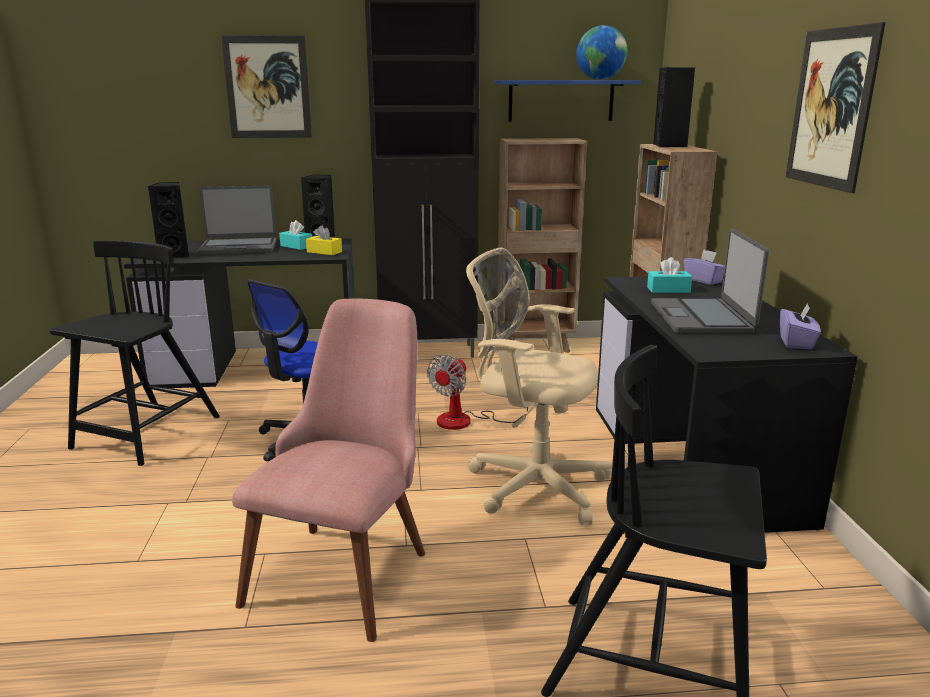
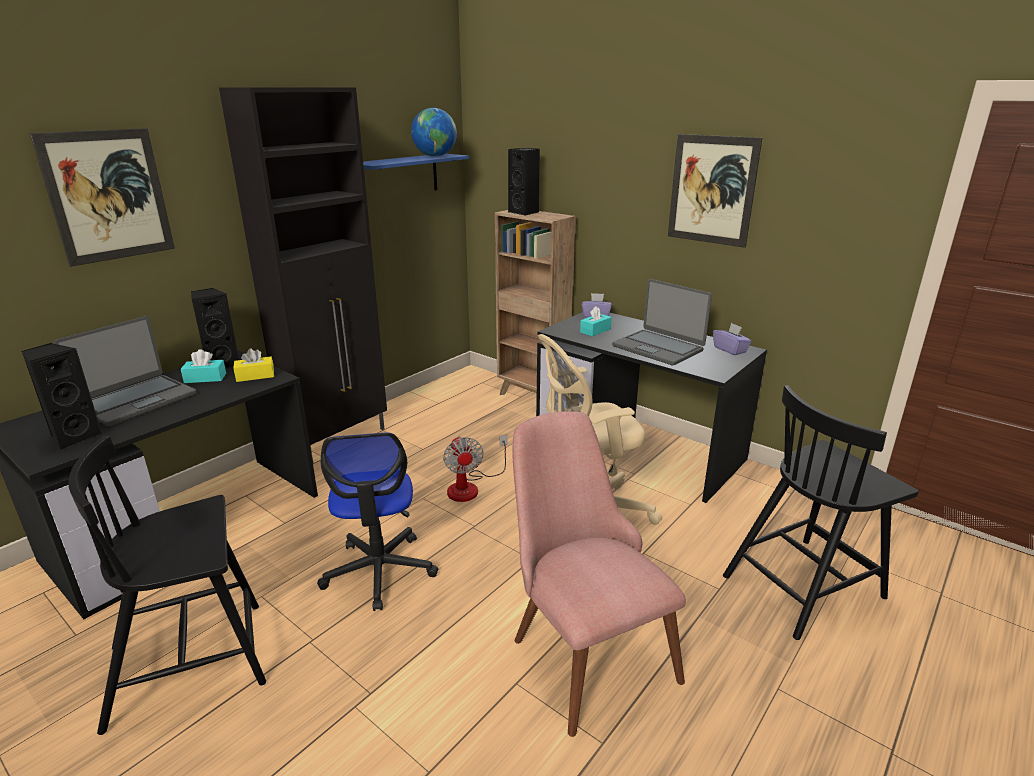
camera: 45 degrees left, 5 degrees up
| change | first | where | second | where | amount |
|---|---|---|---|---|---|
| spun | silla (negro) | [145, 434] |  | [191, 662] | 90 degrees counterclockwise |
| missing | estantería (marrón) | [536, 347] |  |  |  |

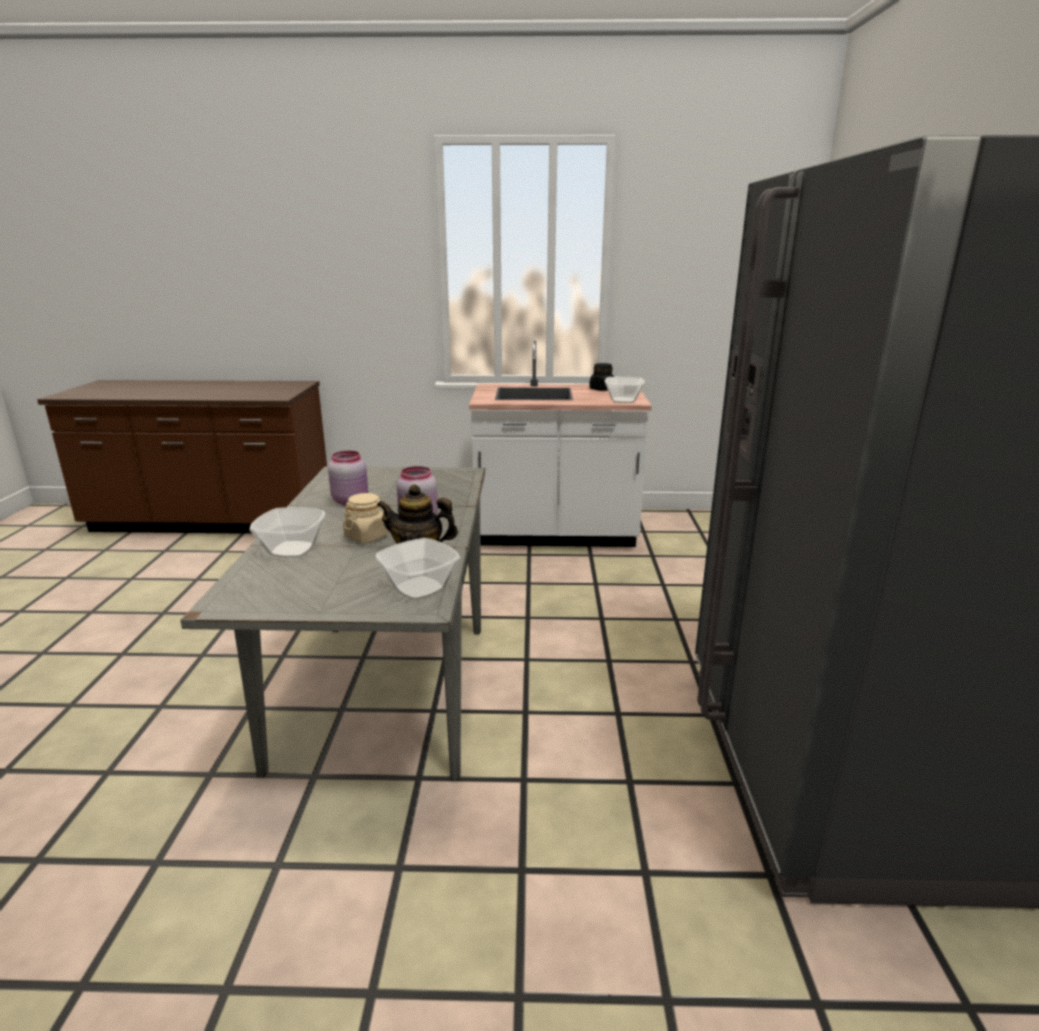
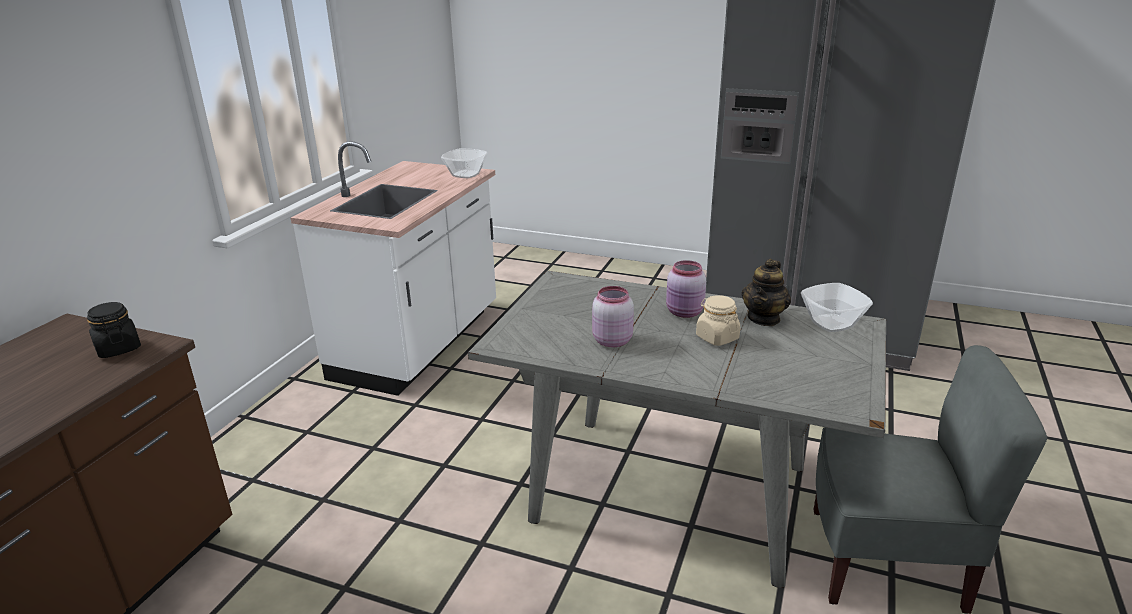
camera: 70 degrees left, 5 degrees up
| change | first | where | second | where | amount |
|---|---|---|---|---|---|
| relocated | tarro (negro) | [602, 389] |  | [118, 348] |  |
| appeared |  |  | silla (gris) | [887, 562] |  |
| missing | cuenco | [292, 550] |  |  |  |

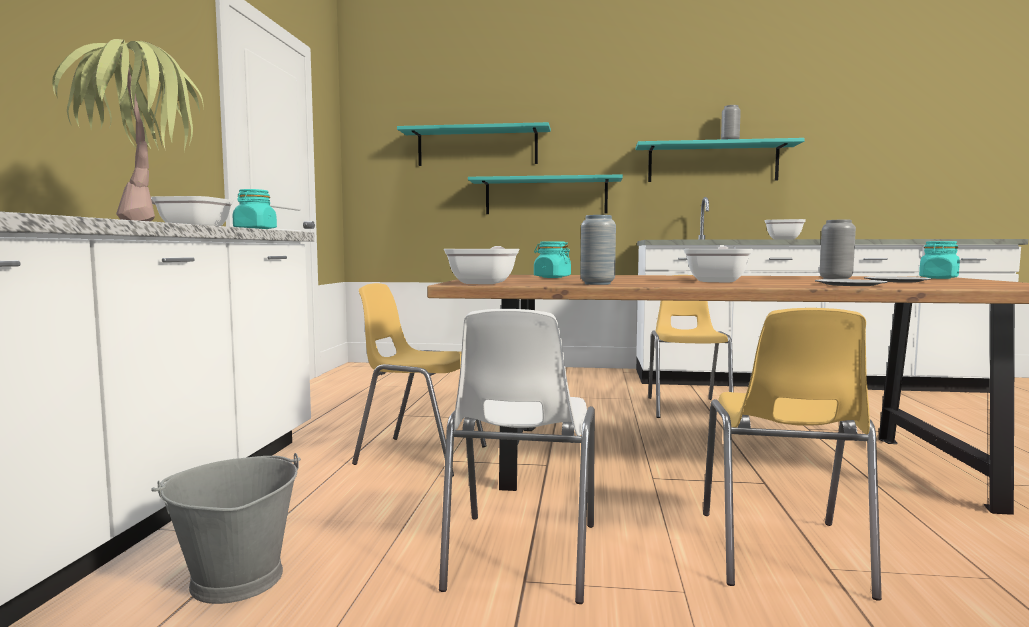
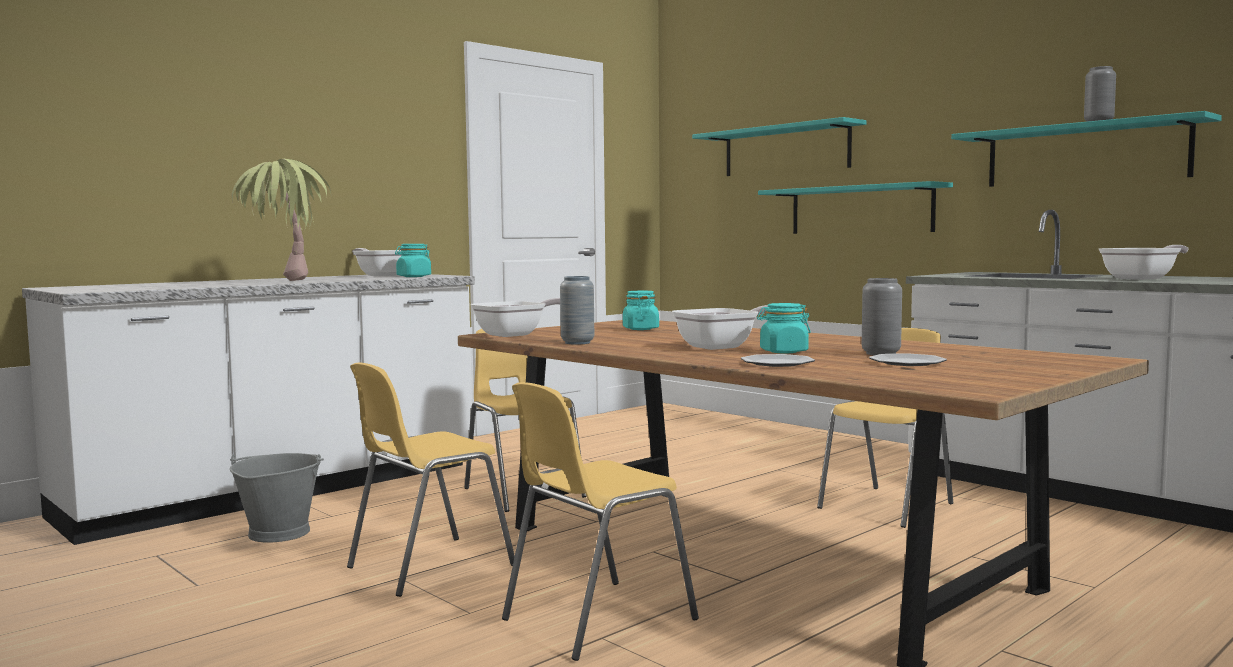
camera: 40 degrees right, 0 degrees up
| change | first | where | second | where | amount |
|---|---|---|---|---|---|
| colour | silla (blanco) | [520, 556] | silla (amarillo) | [428, 566] |  |
| relocated | tarro (turquesa) | [938, 278] |  | [783, 352] |  |

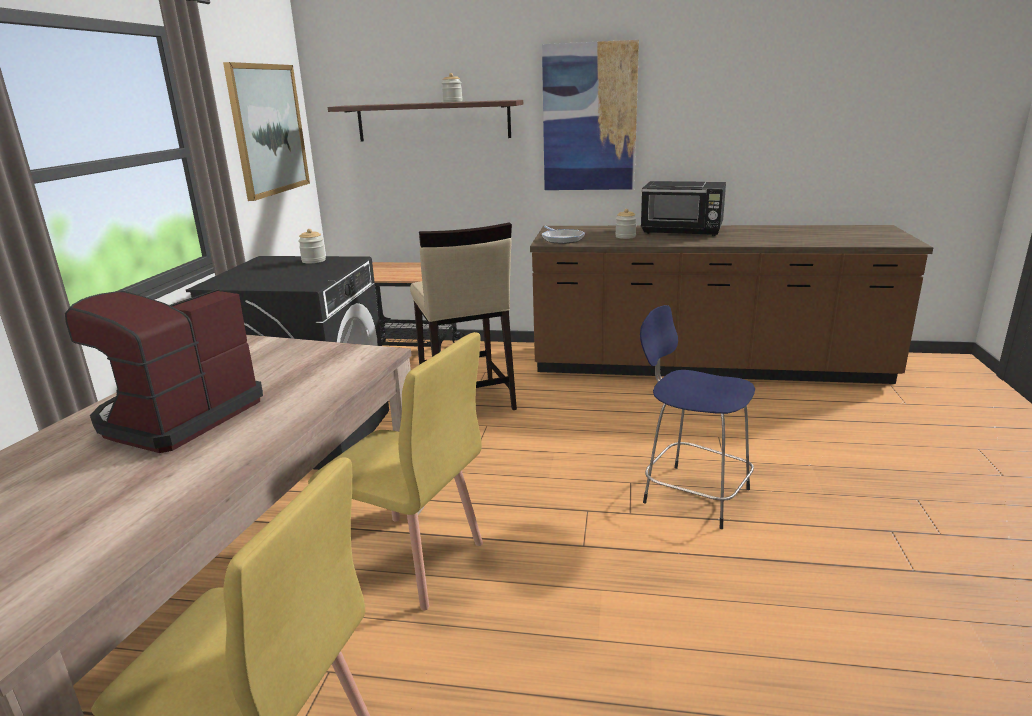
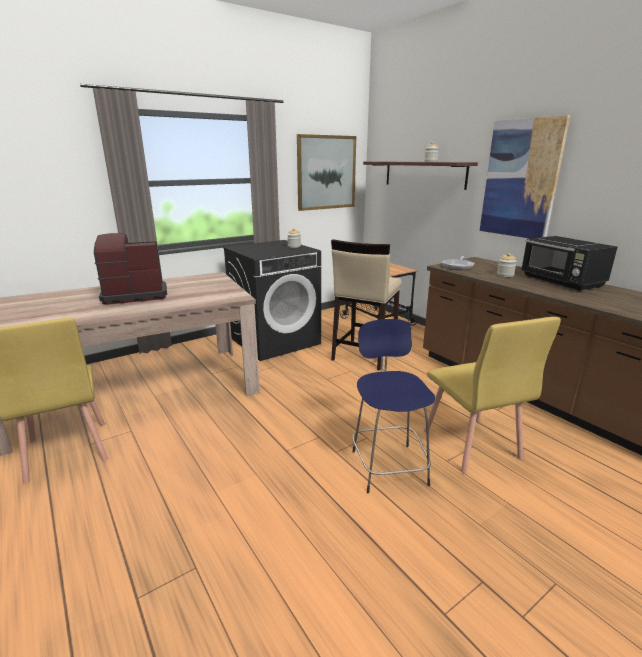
camera: 45 degrees right, 0 degrees up
| change | first | where | second | where | amount |
|---|---|---|---|---|---|
| relocated | silla (amarillo) | [410, 560] |  | [471, 445] |  |

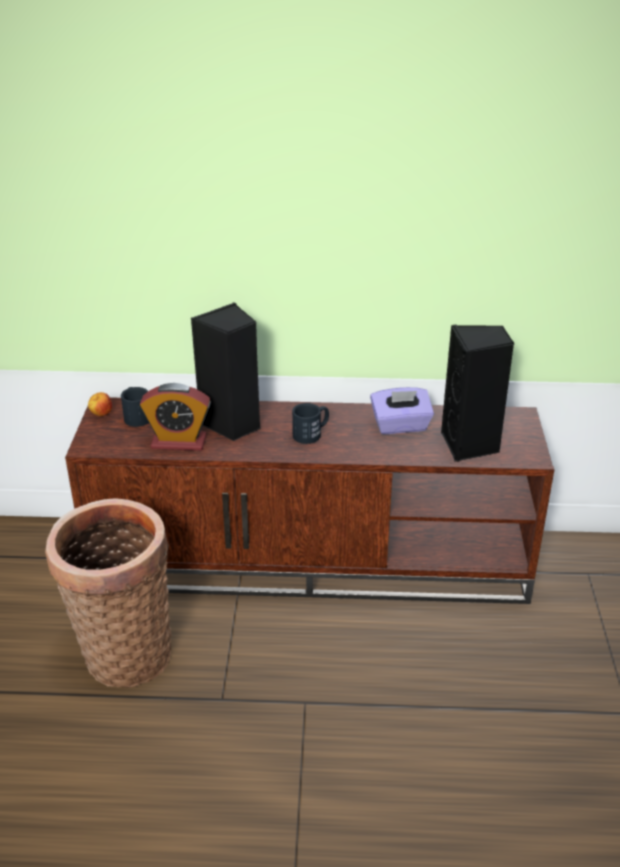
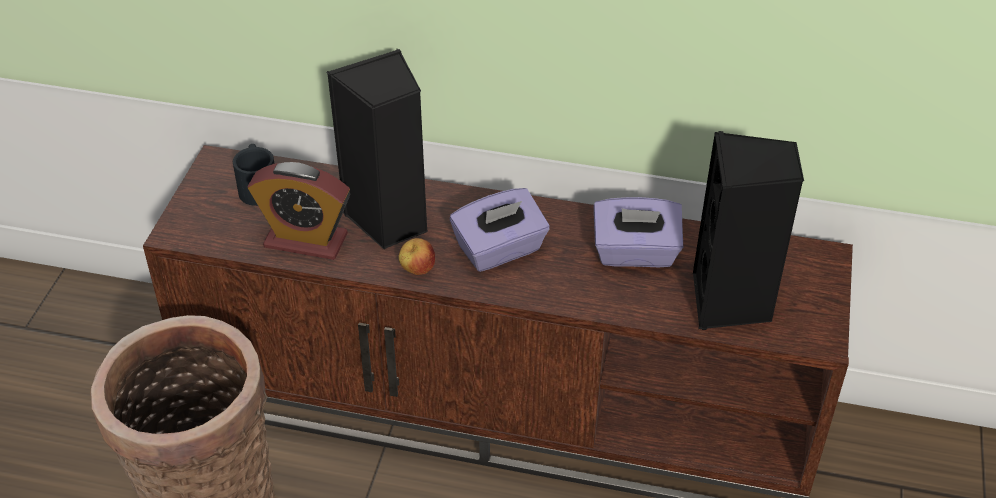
camera: 10 degrees right, 10 degrees up
| change | first | where | second | where | amount |
|---|---|---|---|---|---|
| relocated | manzana | [101, 414] |  | [417, 270] |  |
| exchanged | taza grande (negro) | [311, 433] | caja de pañuelos (morado) | [500, 250] |  |

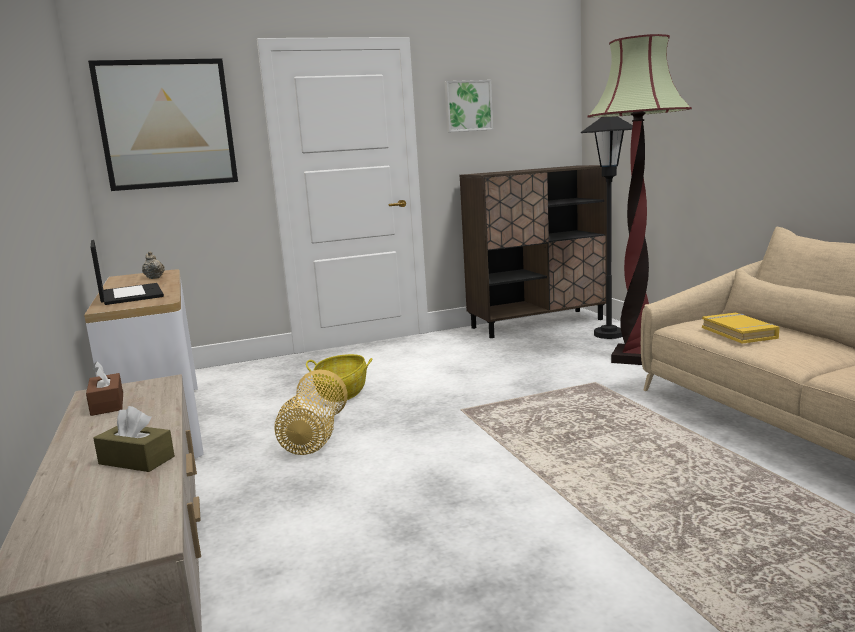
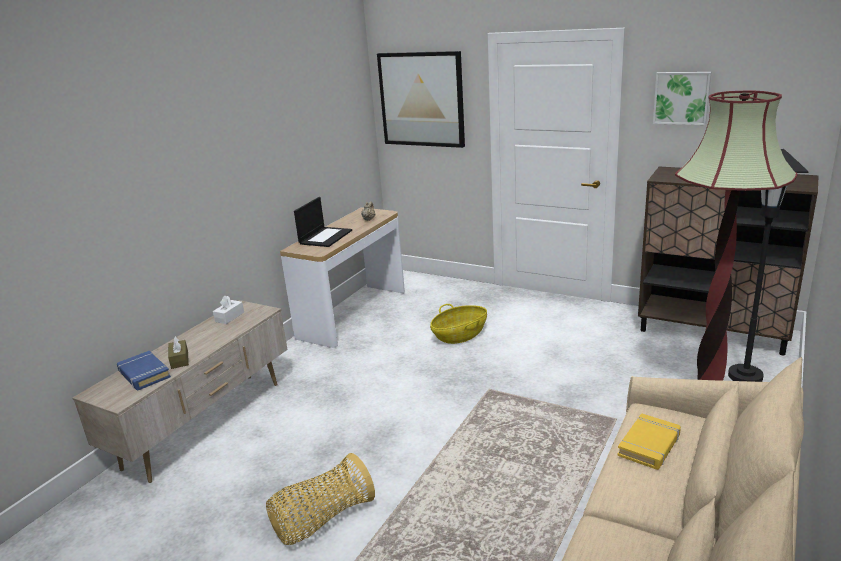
camera: 50 degrees right, 10 degrees up
| change | first | where | second | where | amount |
|---|---|---|---|---|---|
| appeared |  |  | libro (azul) | [144, 374] |  |
| colour | caja de pañuelos (marrón) | [107, 404] | caja de pañuelos (blanco) | [229, 317] |  |
| relocated | cesta | [314, 437] |  | [322, 520] |  |

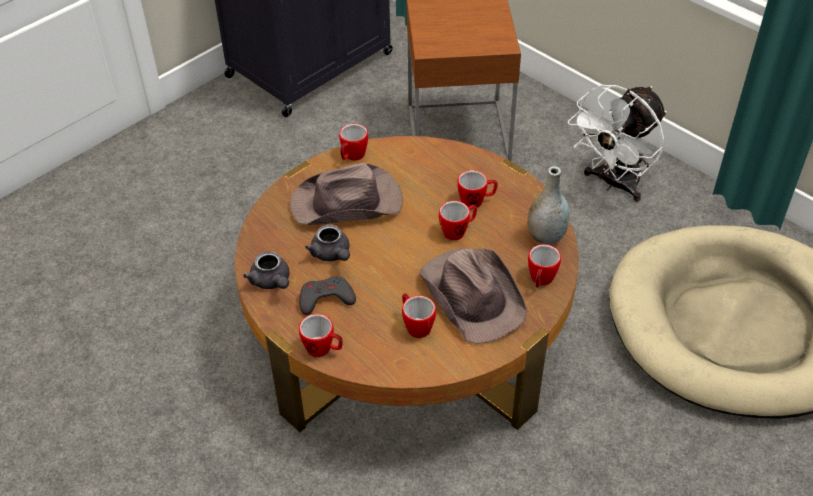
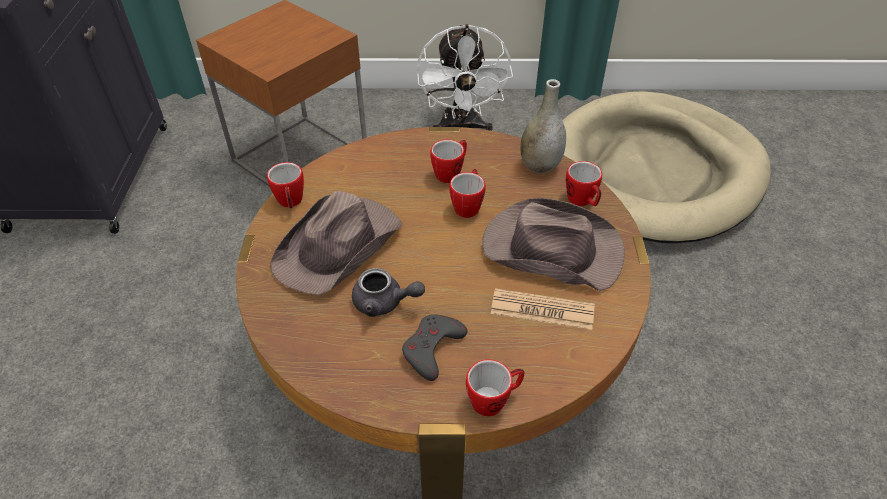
camera: 45 degrees left, 0 degrees up
| change | first | where | second | where | amount |
|---|---|---|---|---|---|
| exchanged | taza grande | [415, 325] | periódico | [542, 310] |  |
| missing | tetera (gris) | [272, 282] |  |  |  |

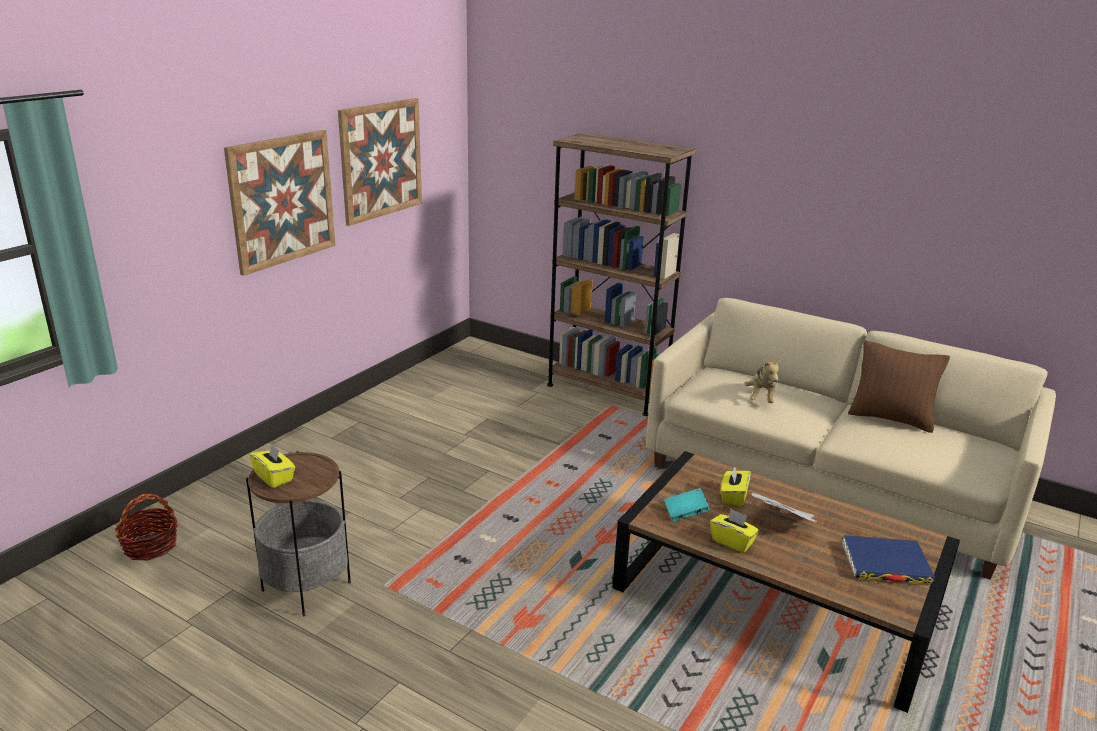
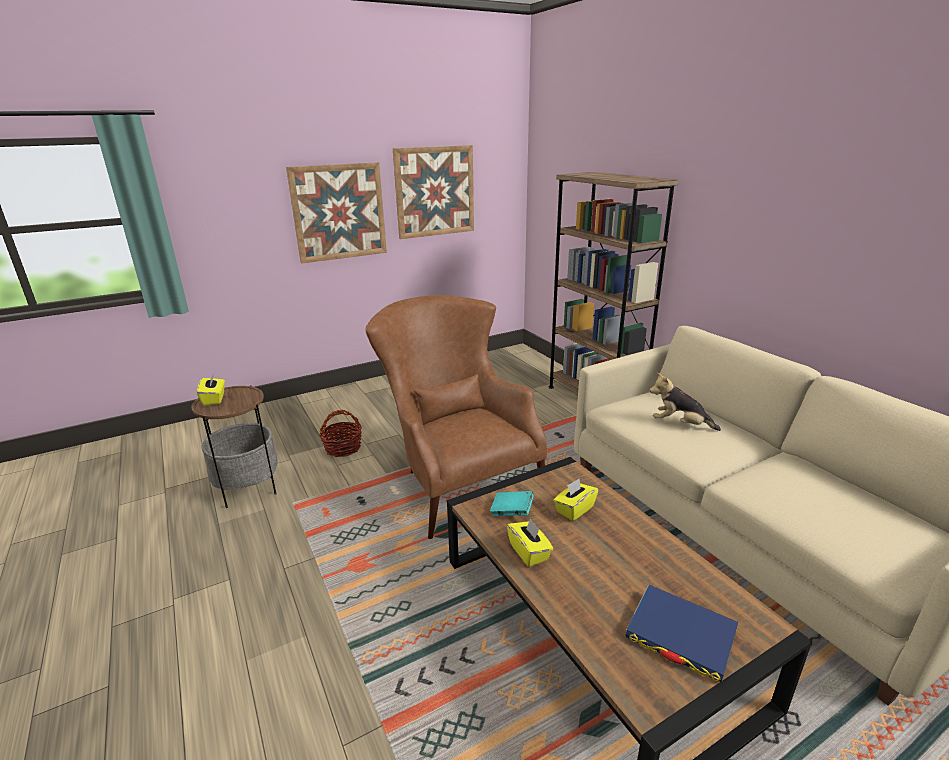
camera: 30 degrees right, 0 degrees up
| change | first | where | second | where | amount |
|---|---|---|---|---|---|
| relocated | cesta | [150, 546] |  | [343, 448] |  |
| appeared |  |  | sillón (marrón) | [456, 478] |  |
| spun | peluche | [760, 397] |  | [680, 424] | 75 degrees clockwise |
| missing | periódico | [784, 523] |  |  |  |
| missing | cojín (marrón) | [890, 419] |  |  |  |

